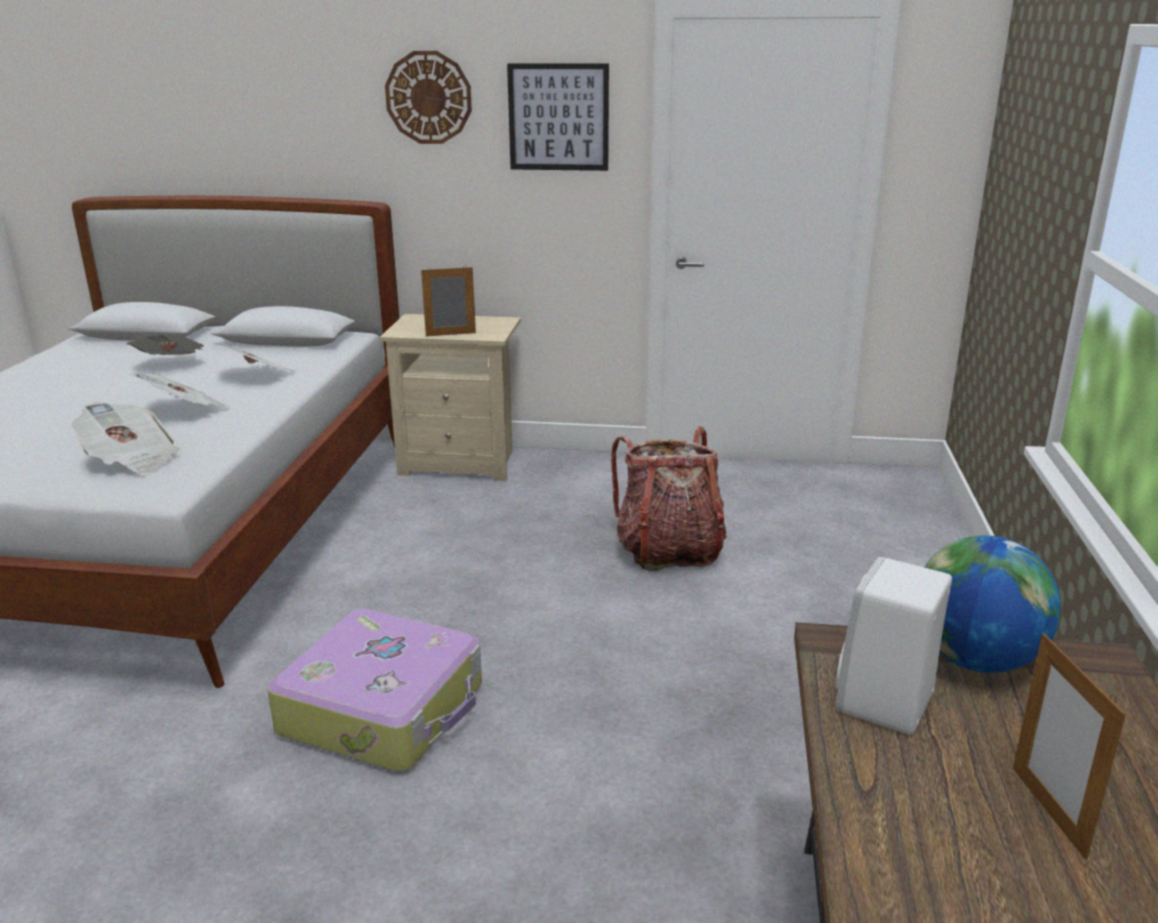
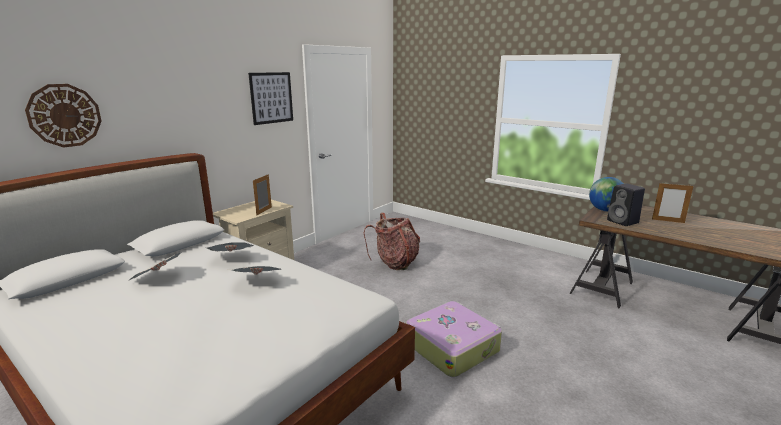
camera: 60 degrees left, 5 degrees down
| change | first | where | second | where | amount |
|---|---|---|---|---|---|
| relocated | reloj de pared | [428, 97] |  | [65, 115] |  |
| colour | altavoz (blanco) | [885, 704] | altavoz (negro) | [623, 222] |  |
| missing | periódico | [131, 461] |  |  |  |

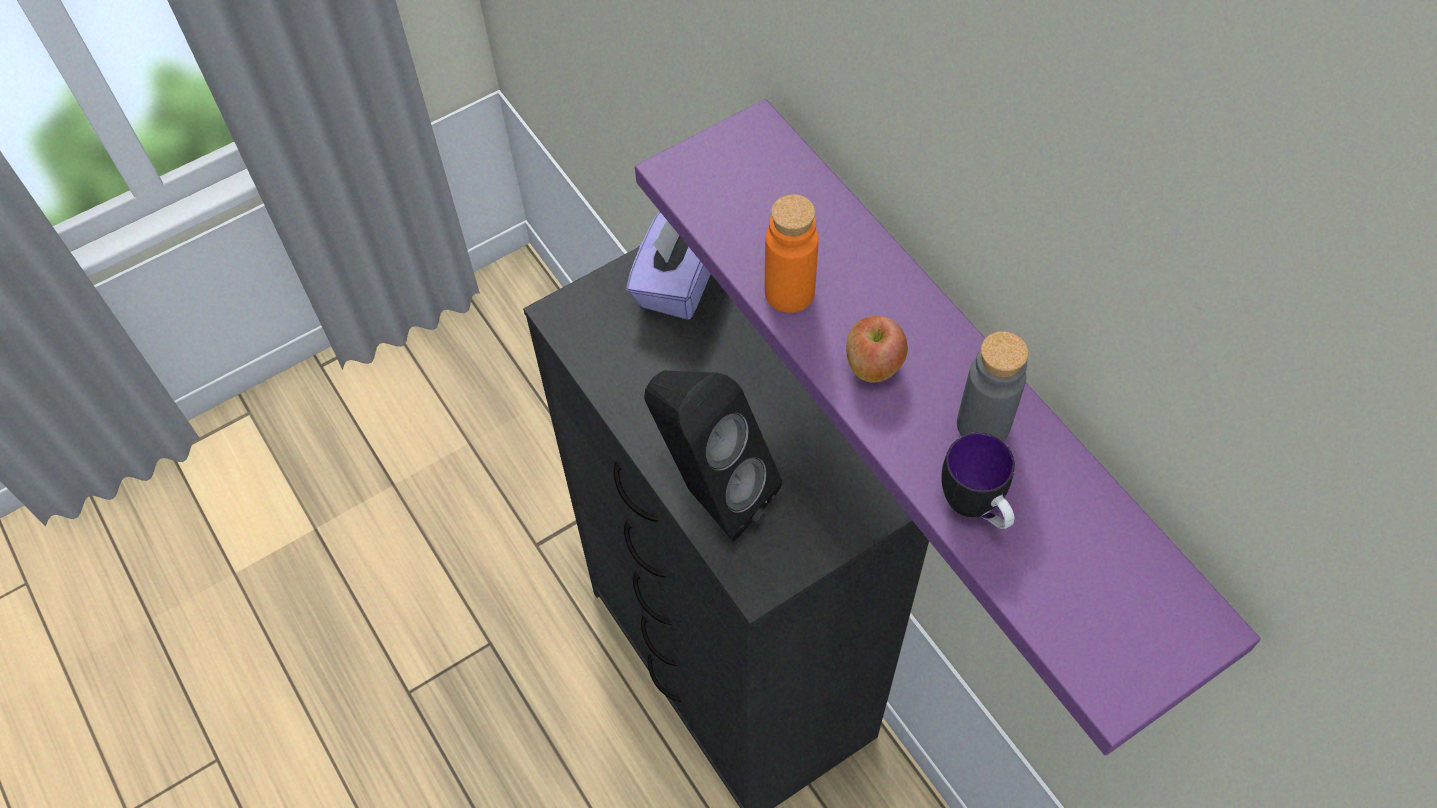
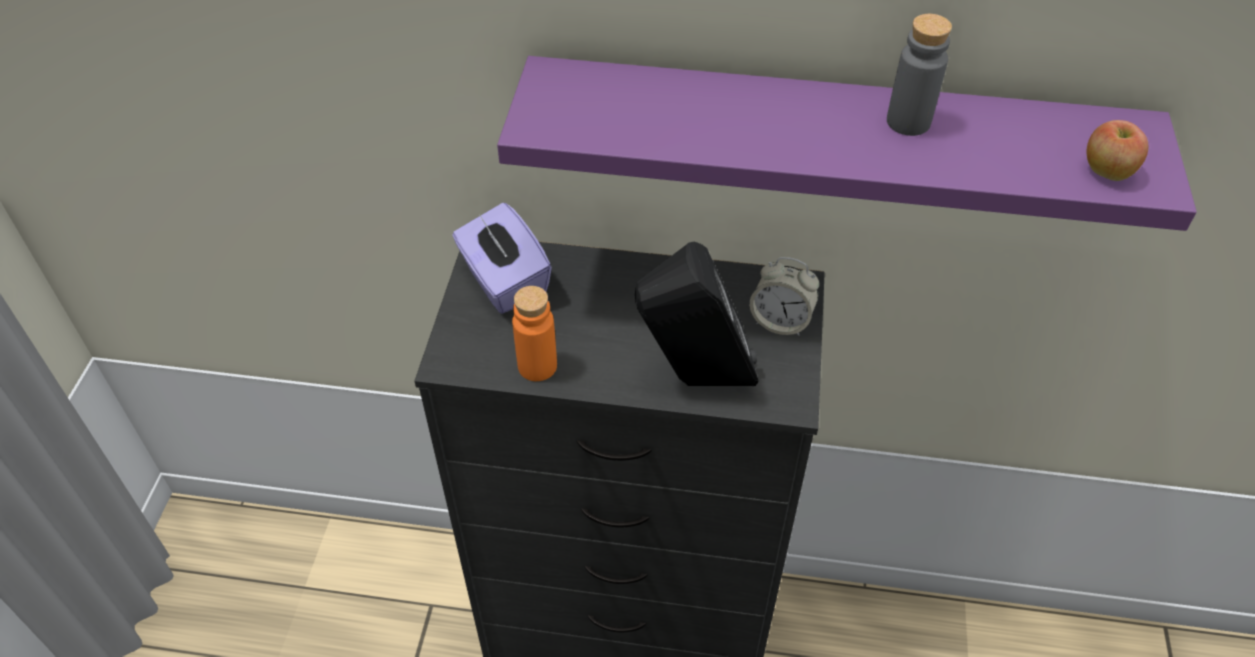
camera: 50 degrees left, 10 degrees down
| change | first | where | second | where | amount |
|---|---|---|---|---|---|
| relocated | botella (naranja) | [789, 292] |  | [537, 366] |  |
| appeared |  |  | despertador | [780, 321] |  |
| relocated | manzana | [872, 366] |  | [1106, 172] |  |
| missing | taza grande | [976, 509] |  |  |  |

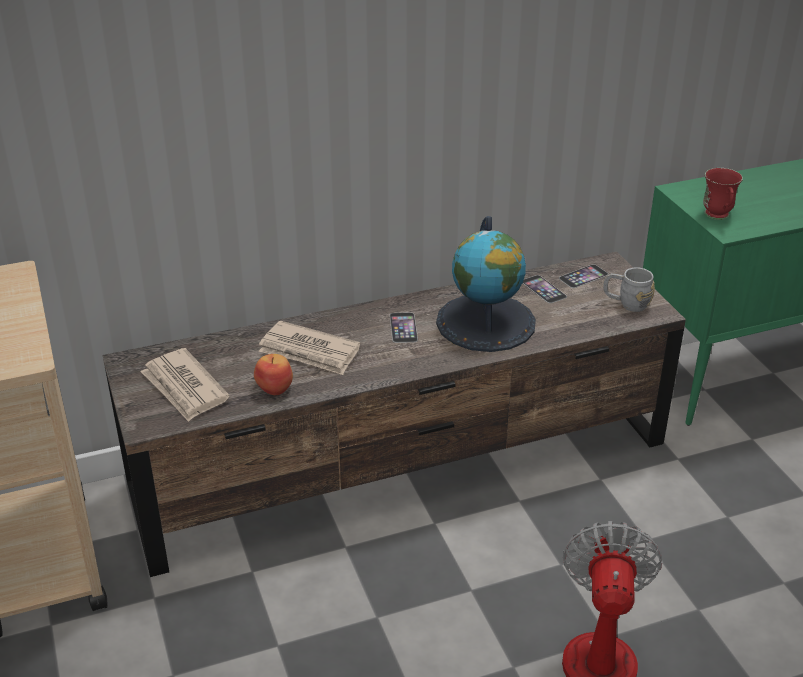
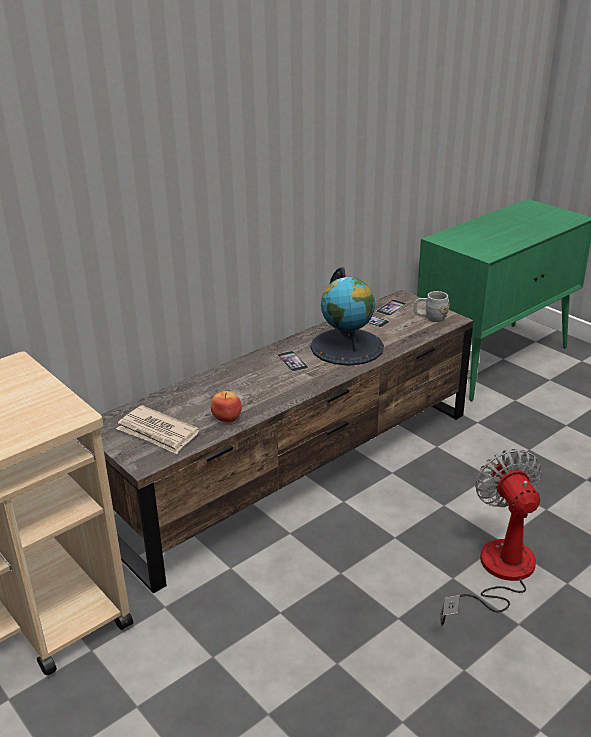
camera: 20 degrees left, 5 degrees down
| change | first | where | second | where | amount |
|---|---|---|---|---|---|
| missing | periódico | [309, 352] |  |  |  |
| missing | taza grande (rojo) | [718, 217] |  |  |  |

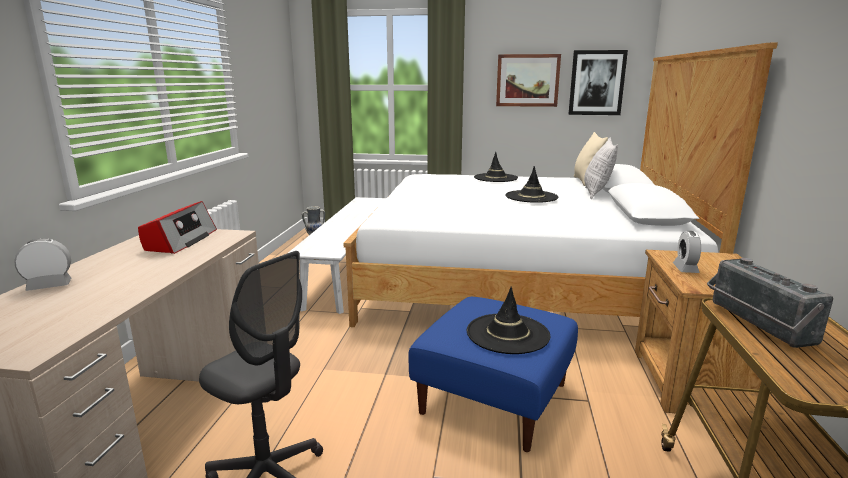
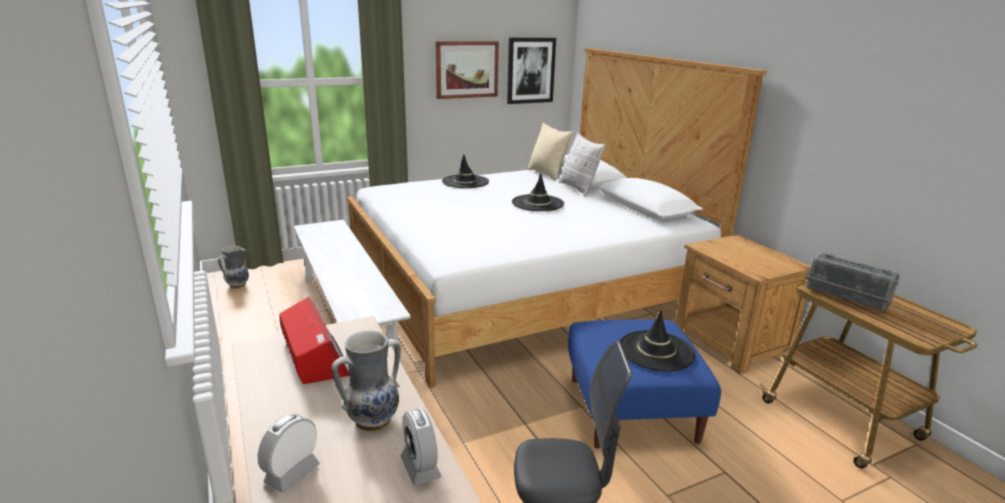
camera: 35 degrees left, 5 degrees up
| change | first | where | second | where | amount |
|---|---|---|---|---|---|
| appeared |  |  | florero | [372, 420] |  |
| relocated | despertador | [685, 268] |  | [420, 467] |  |

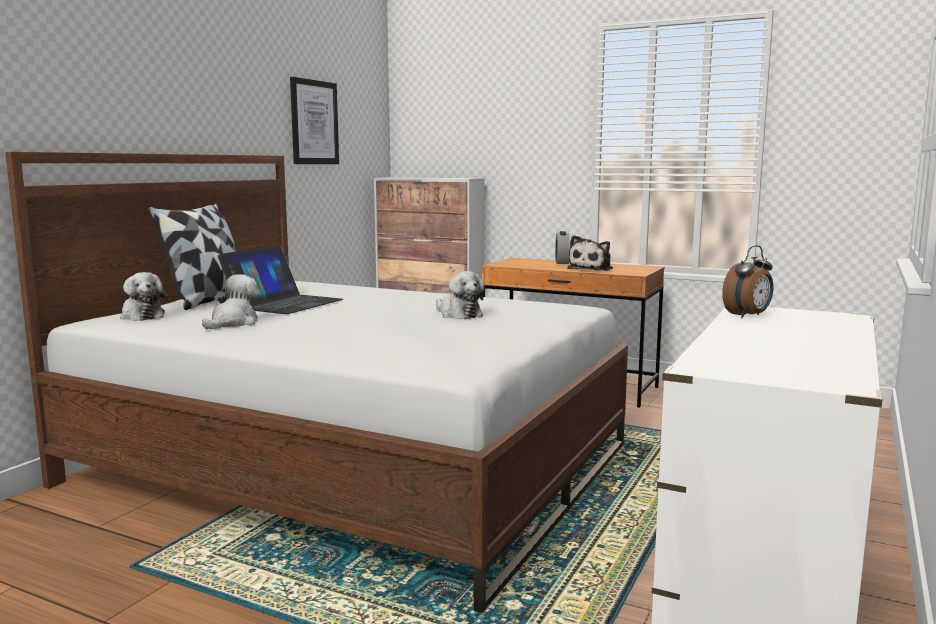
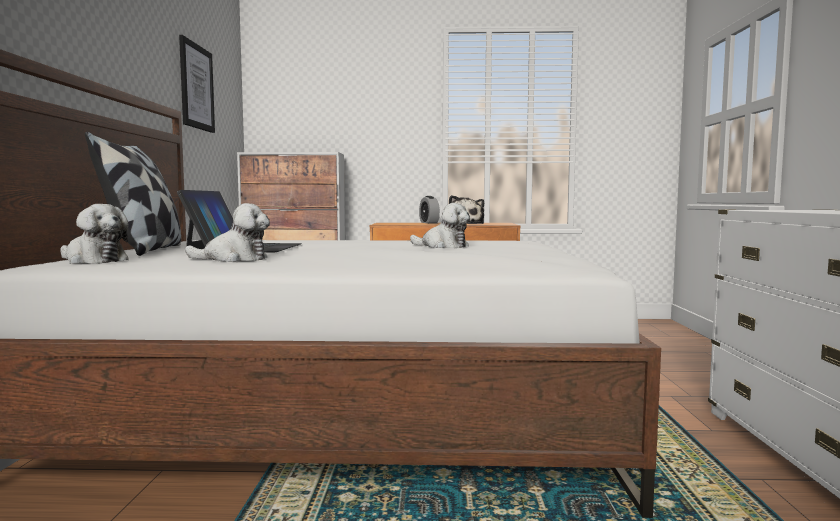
camera: 25 degrees left, 5 degrees down
| change | first | where | second | where | amount |
|---|---|---|---|---|---|
| spun | peluche | [233, 323] |  | [234, 259] | 90 degrees clockwise |
| missing | despertador | [748, 316] |  |  |  |

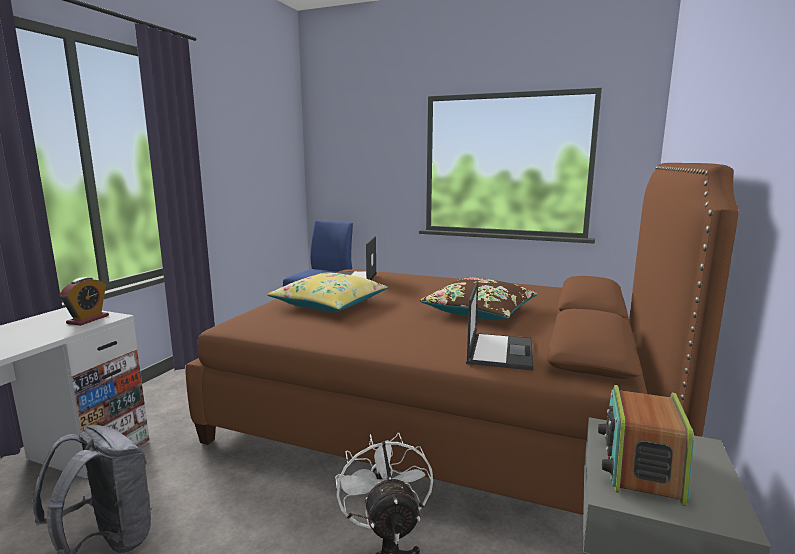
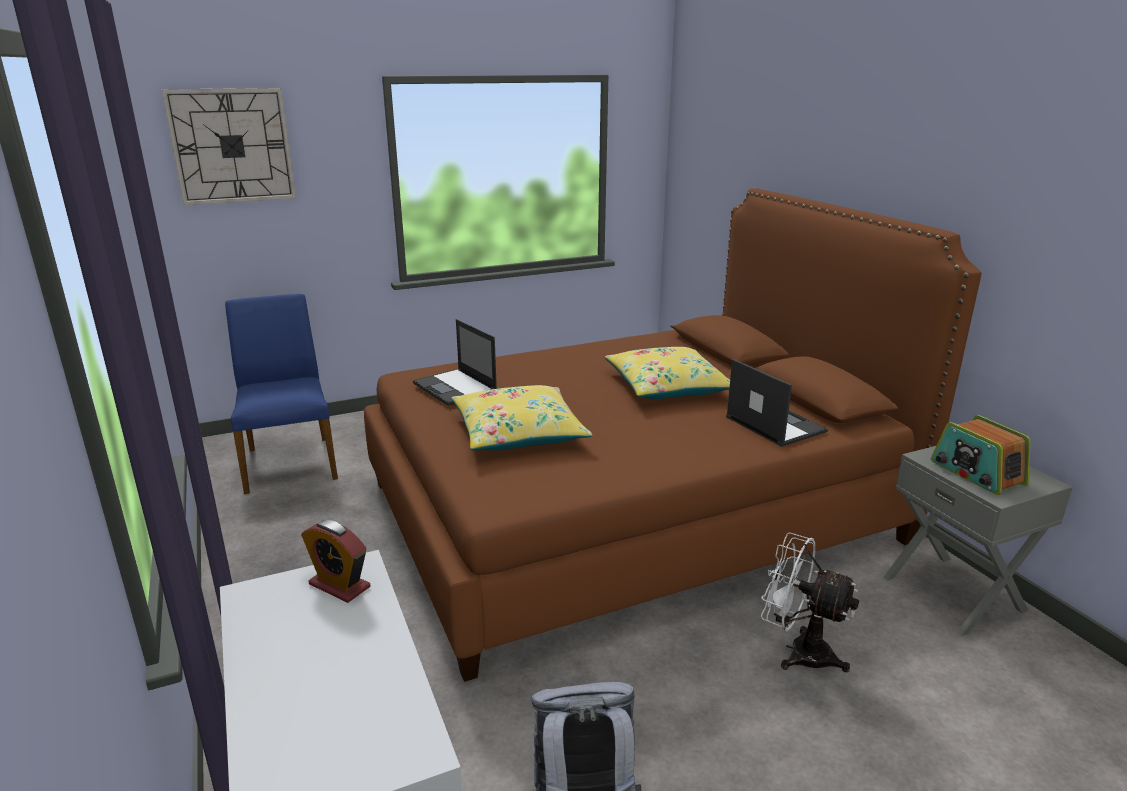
camera: 45 degrees left, 10 degrees up
| change | first | where | second | where | amount |
|---|---|---|---|---|---|
| appeared |  |  | reloj de pared | [232, 146] |  |
| spun | despertador | [88, 319] |  | [339, 586] | 150 degrees clockwise |
| colour | cojín (marrón) | [479, 311] | cojín (amarillo) | [667, 386] |  |

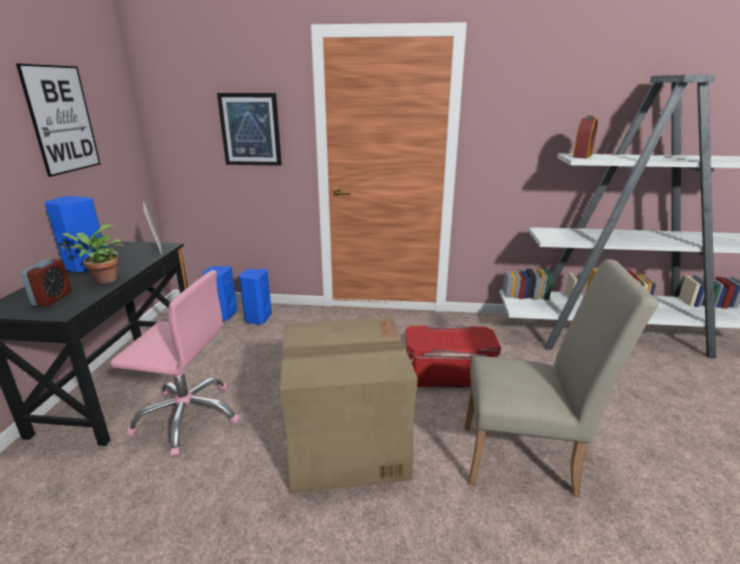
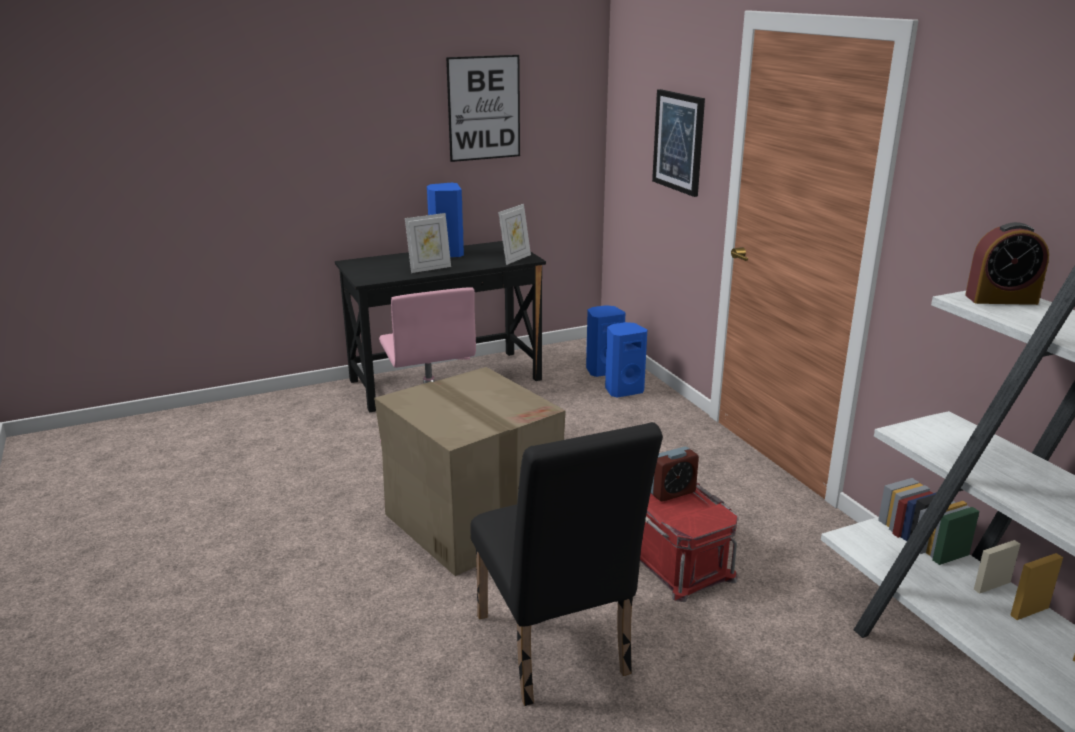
camera: 60 degrees right, 0 degrees up
| change | first | where | second | where | amount |
|---|---|---|---|---|---|
| exchanged | planta en maceta | [103, 280] | portarretratos | [429, 268] |  |
| colour | silla (beis) | [527, 460] | silla (negro) | [555, 653] |  |
| relocated | despertador | [52, 298] |  | [672, 492] |  |

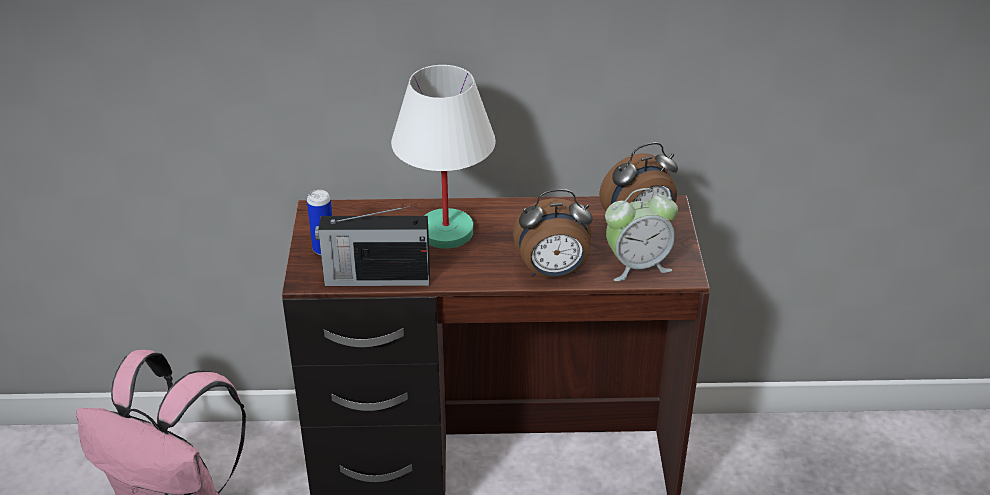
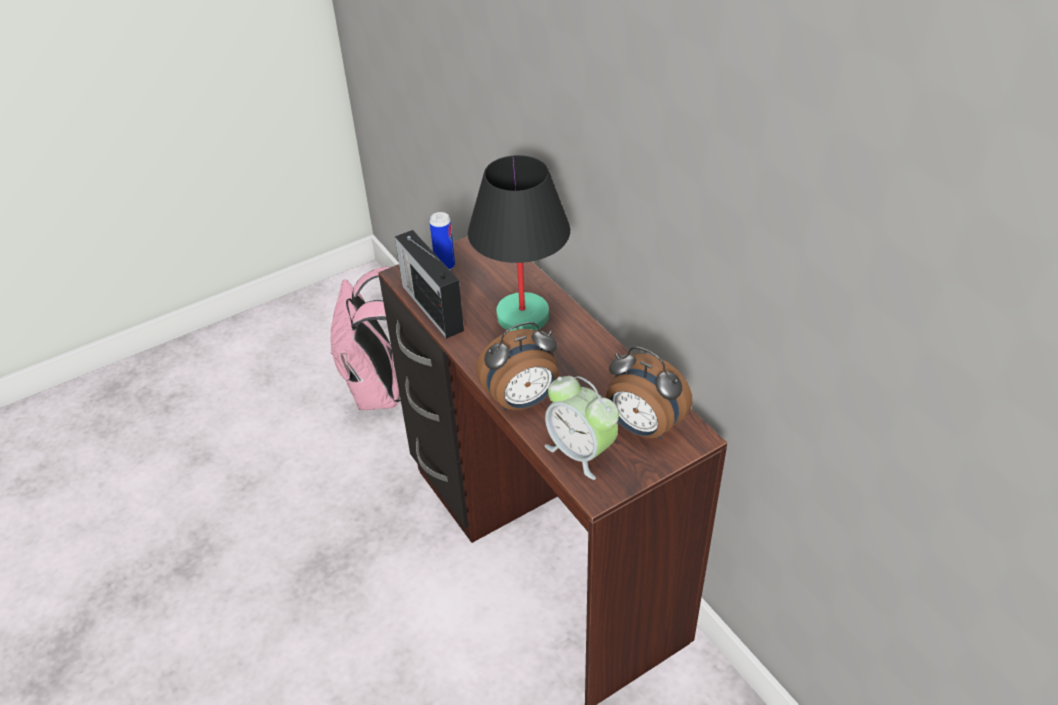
camera: 60 degrees right, 5 degrees up
| change | first | where | second | where | amount |
|---|---|---|---|---|---|
| colour | lámpara de mesa (blanco) | [445, 231] | lámpara de mesa (negro) | [523, 315] |  |
| spun | despertador | [553, 273] |  | [522, 401] | 75 degrees counterclockwise |

